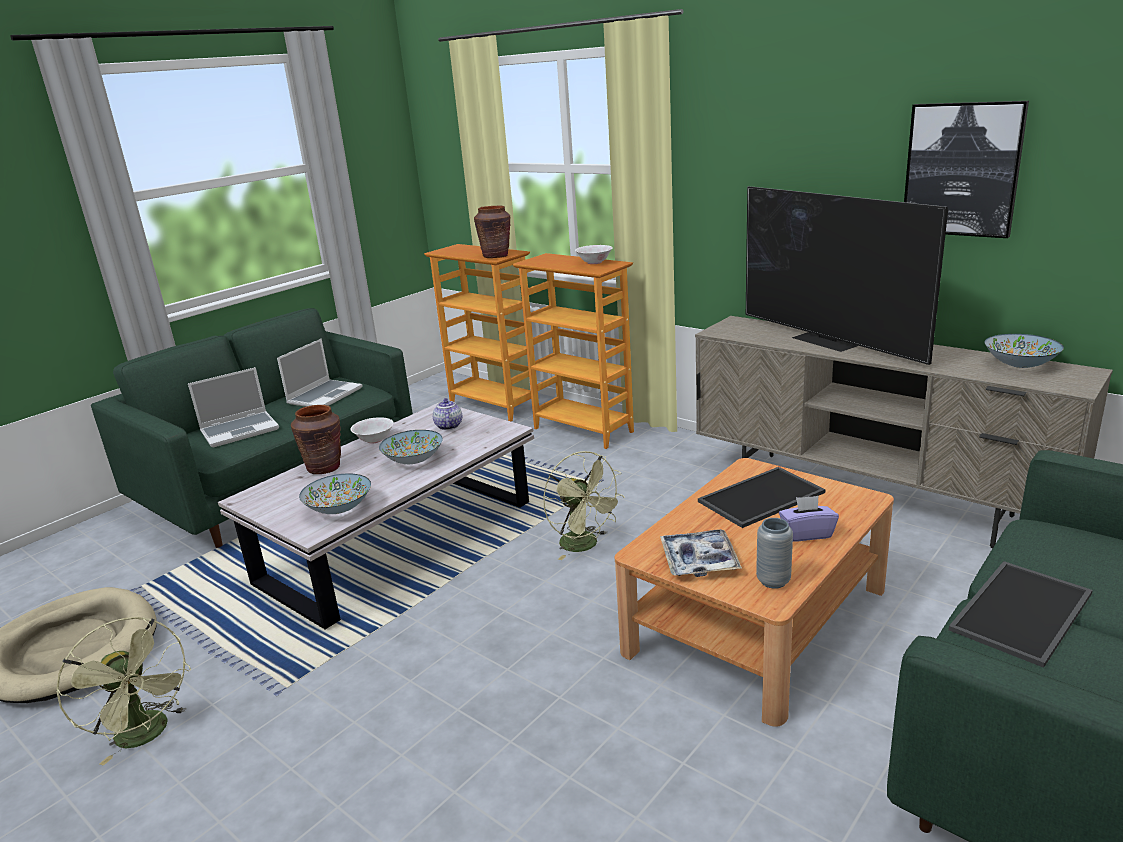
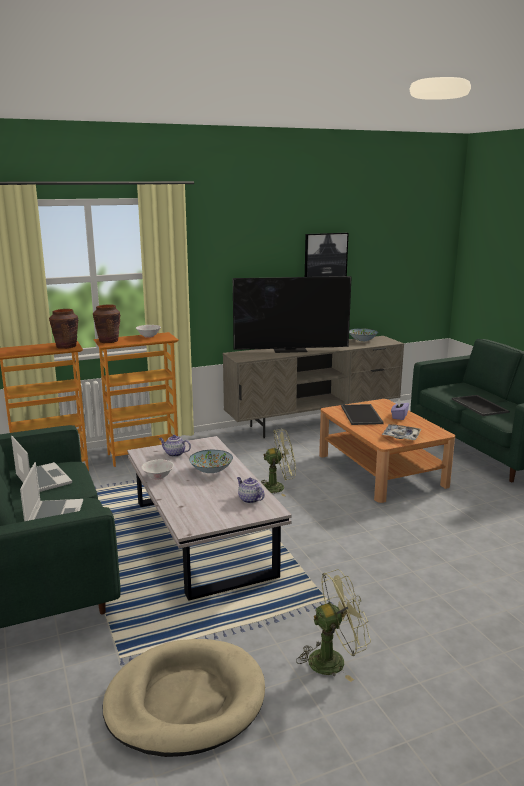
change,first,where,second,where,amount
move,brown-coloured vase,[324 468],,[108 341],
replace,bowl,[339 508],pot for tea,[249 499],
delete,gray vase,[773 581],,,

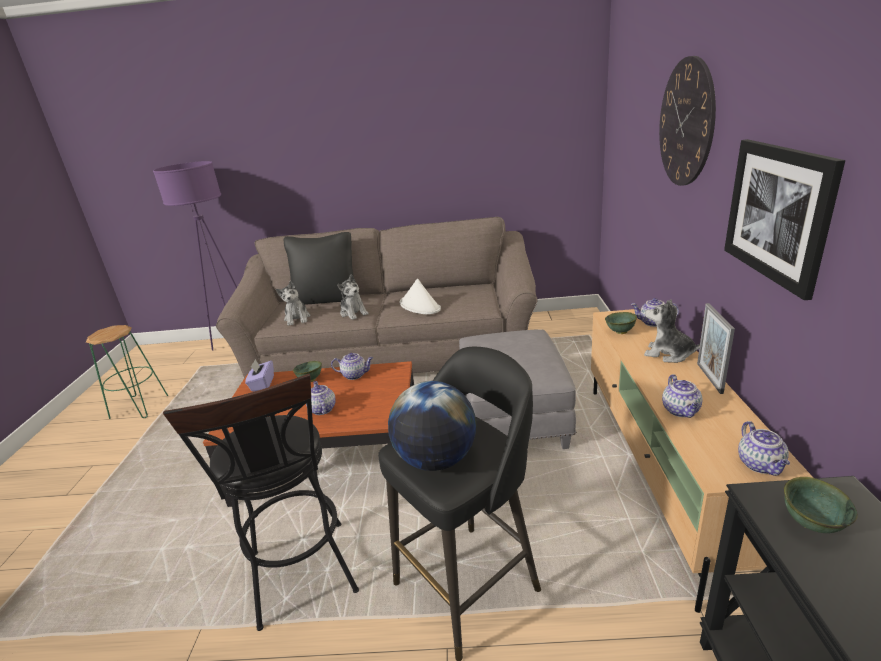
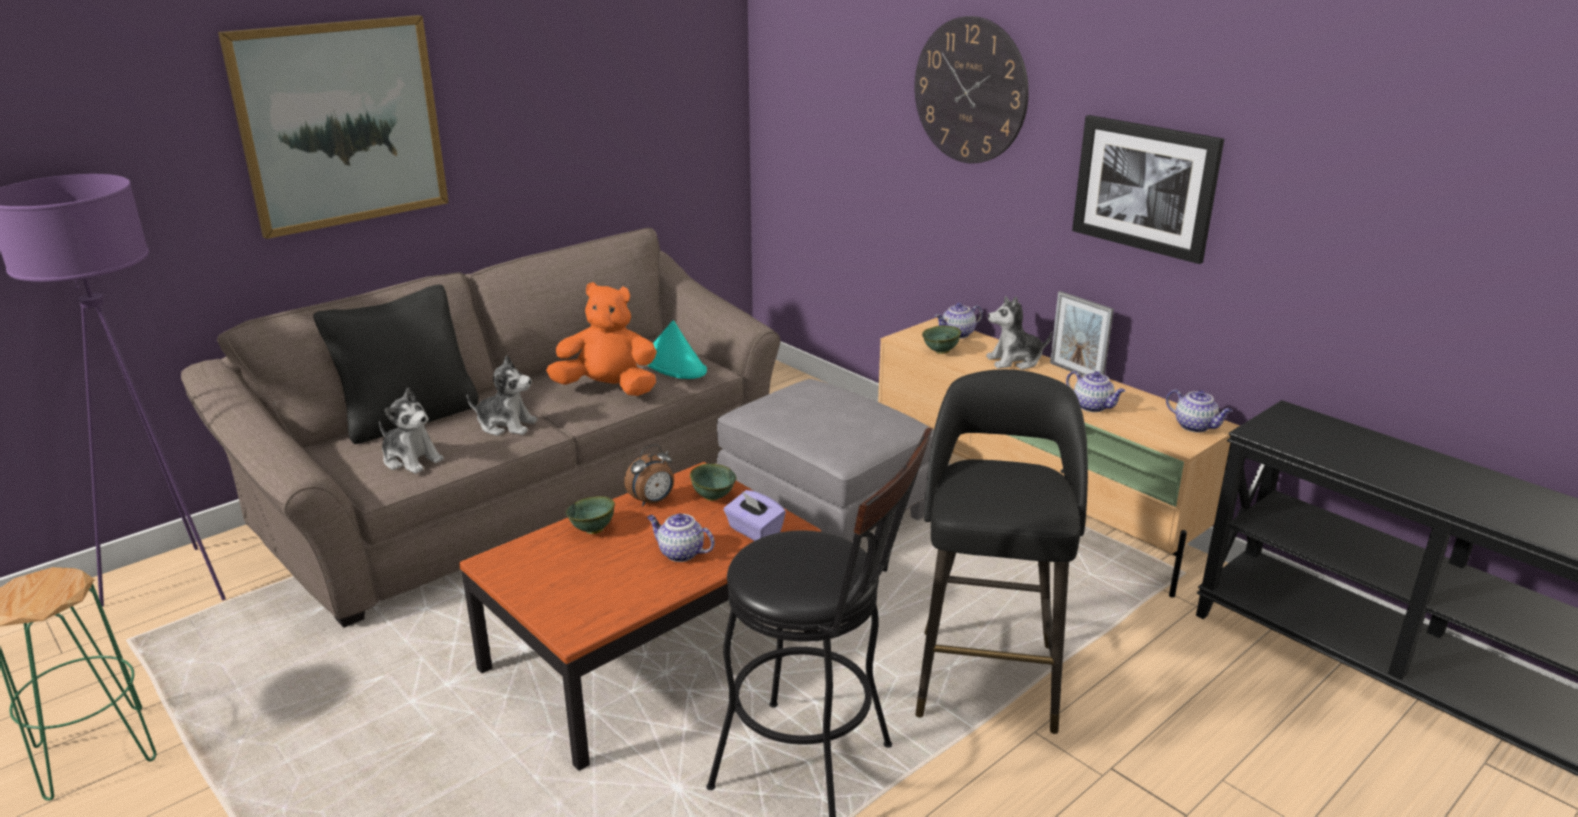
change,first,where,second,where,amount
move,purple-coloured tissue holder,[262 384],,[754 531],
replace,pot for tea,[355 375],table clock,[653 502],
delete,desk globe,[436 460],,,
replace,white clothing hat,[420 306],orange soft toy,[608 389],
move,green bowl,[811 523],,[713 497],
insert,,,picture,[341 124],
insert,,,blue-green clothing hat,[674 365],

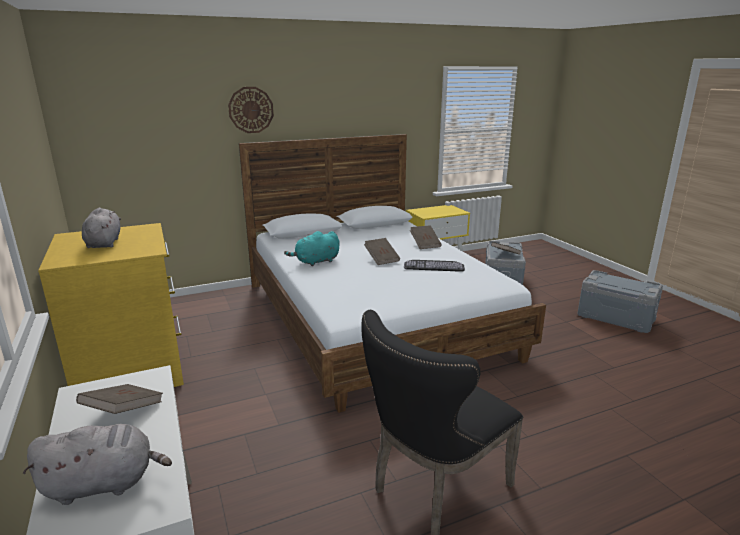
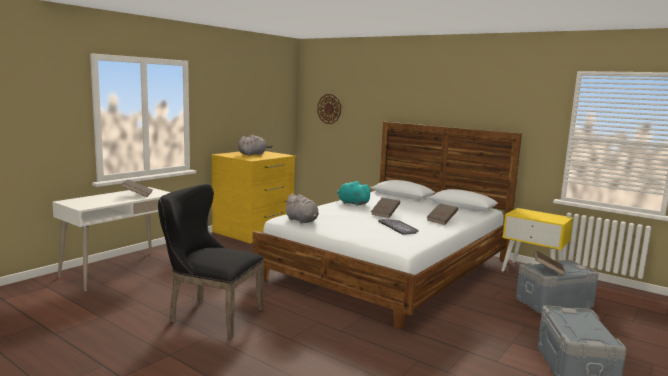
change,first,where,second,where,amount
move,gray soft toy,[104 484],,[302 221],
move,clock on the wall,[251 110],,[329 109],

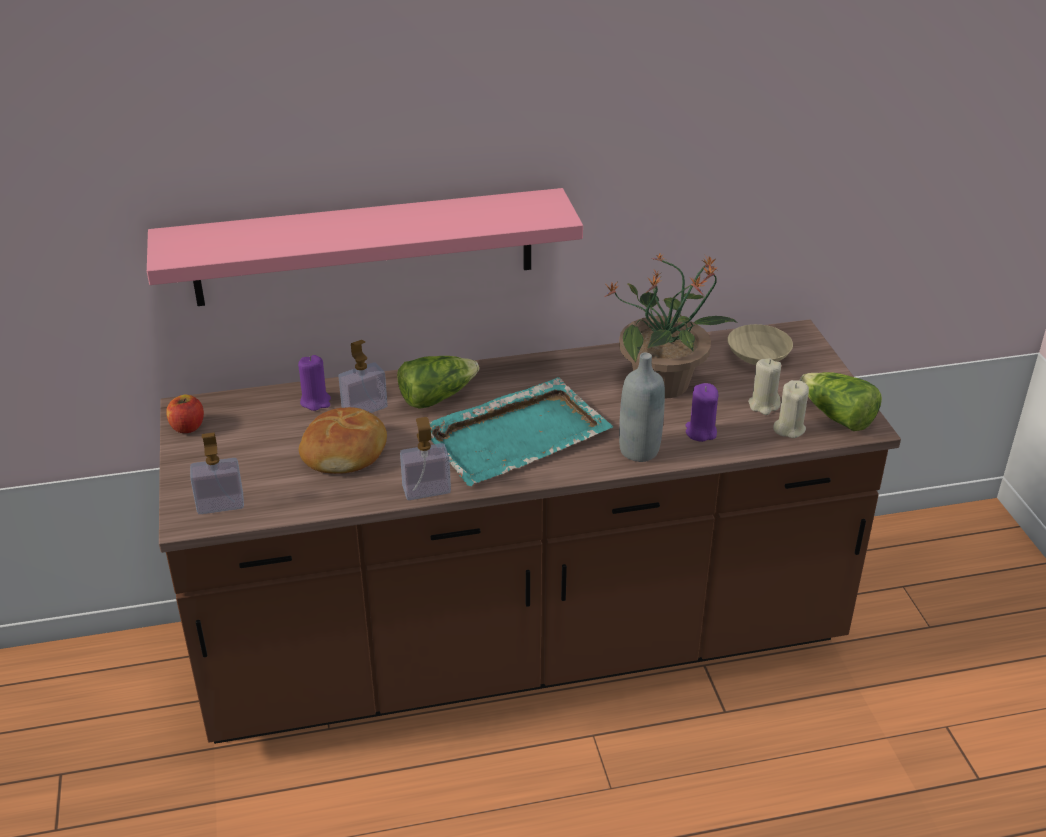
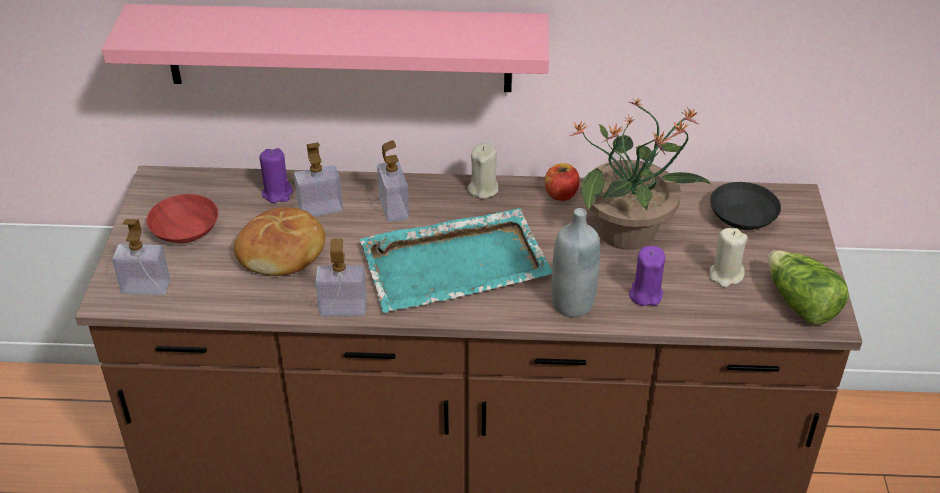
change,first,where,second,where,amount
move,apple fruit,[187 427],,[561 194],
replace,lettuce,[436 397],soap dispenser,[394 208],
recolor,beige bowl,[759 356],black bowl,[743 218],
move,beige wax candle,[789 428],,[483 189],
insert,,,red-coloured bowl,[187 230],

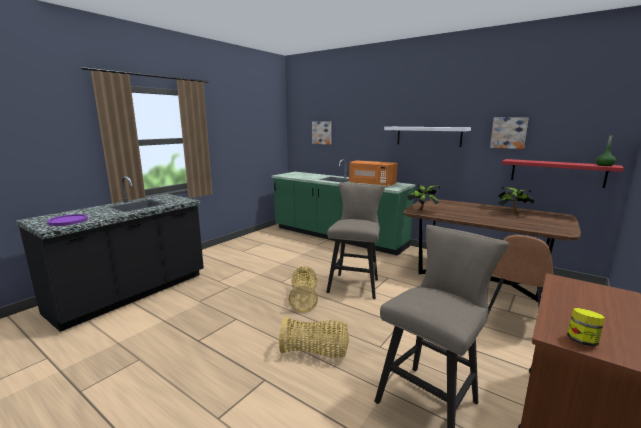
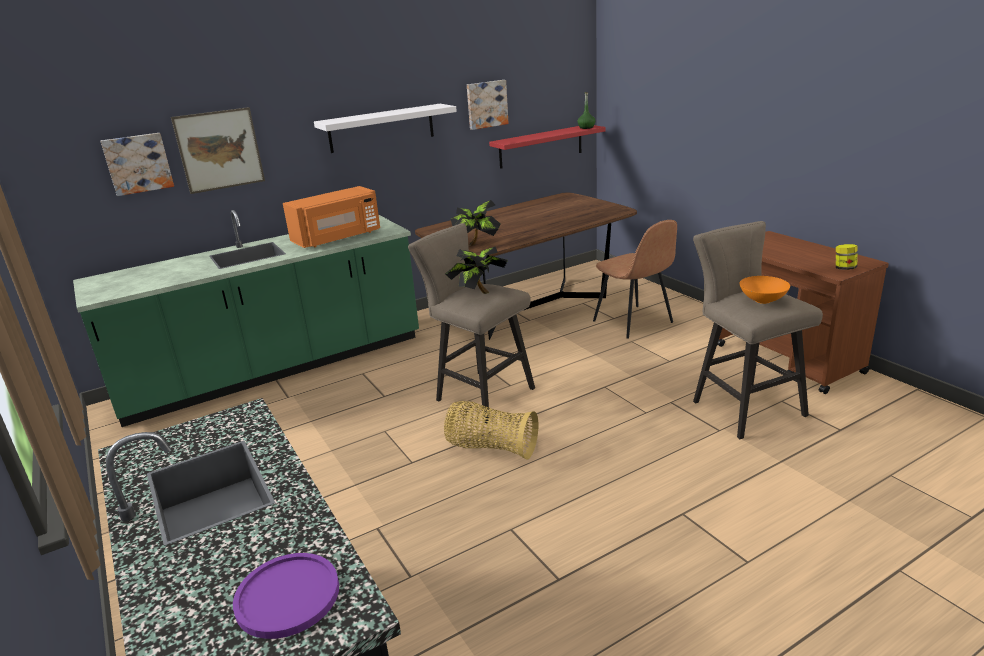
change,first,where,second,where,amount
delete,household basket,[315 352],,,
move,plant in a pot,[512 213],,[478 294],
insert,,,picture,[219 150],
insert,,,orange bowl,[762 300],

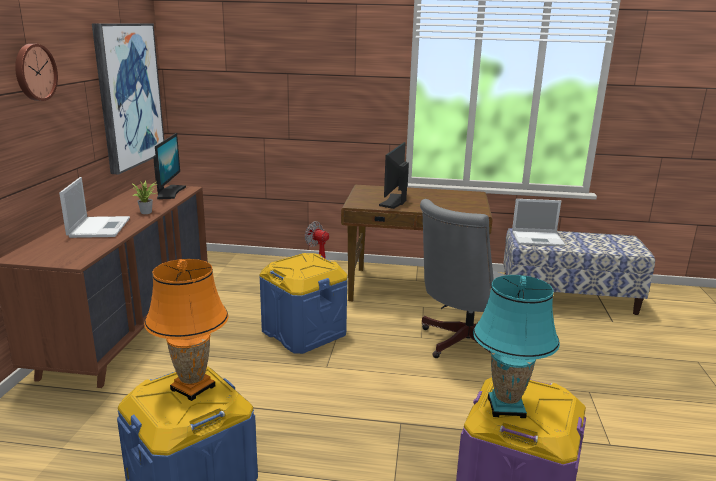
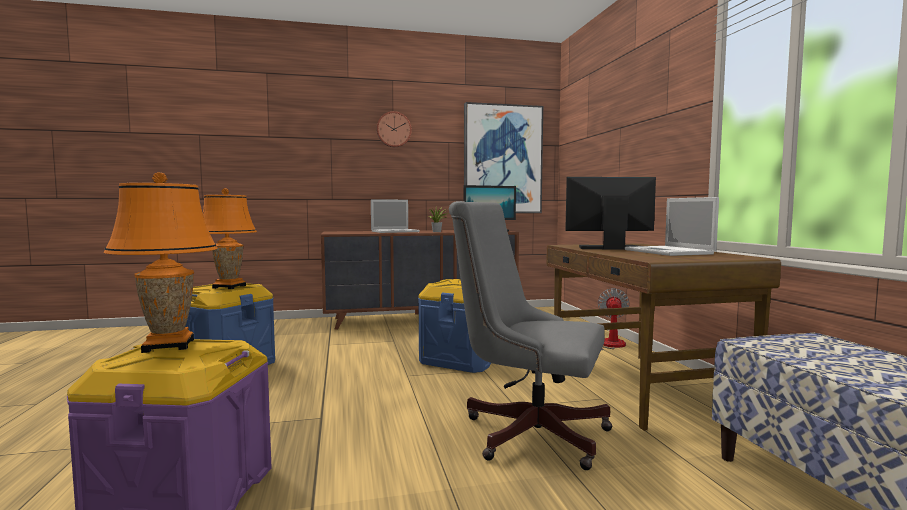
change,first,where,second,where,amount
recolor,blue-green lamp for a table,[506 407],orange lamp for a table,[169 345],
move,portable computer,[538 239],,[669 252],

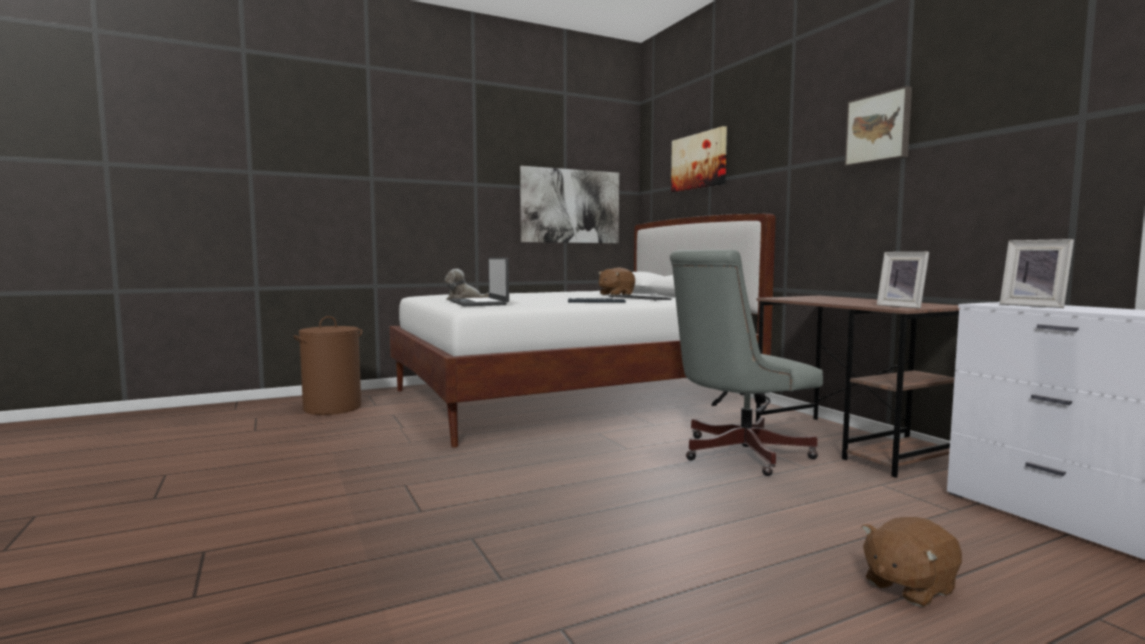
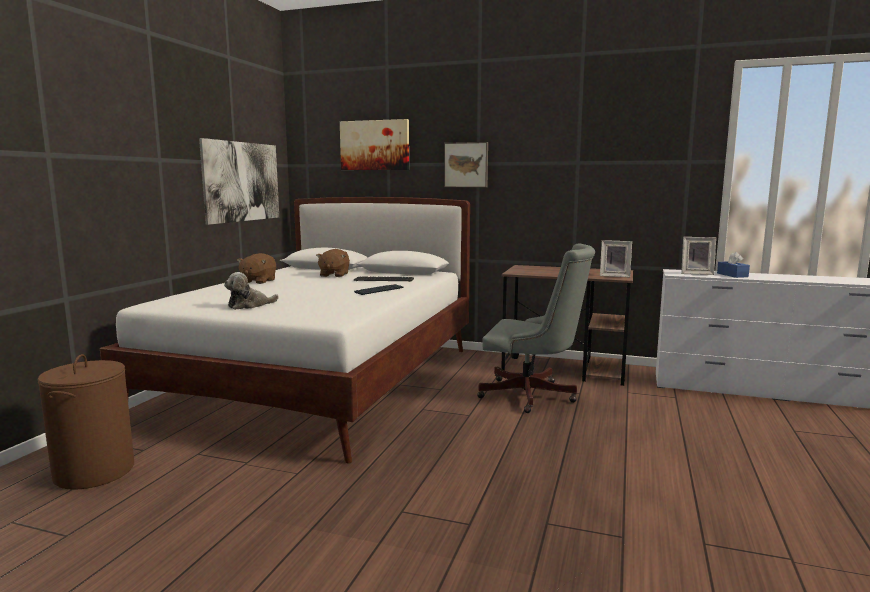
change,first,where,second,where,amount
delete,portable computer,[479 303],,,
rotate,gray office chair,[736 454],,[533 396],90 degrees counterclockwise
move,picture,[879 128],,[466 165],
move,brown-coloured soft toy,[908 586],,[258 281],
insert,,,bluish tissue holder,[732 275],

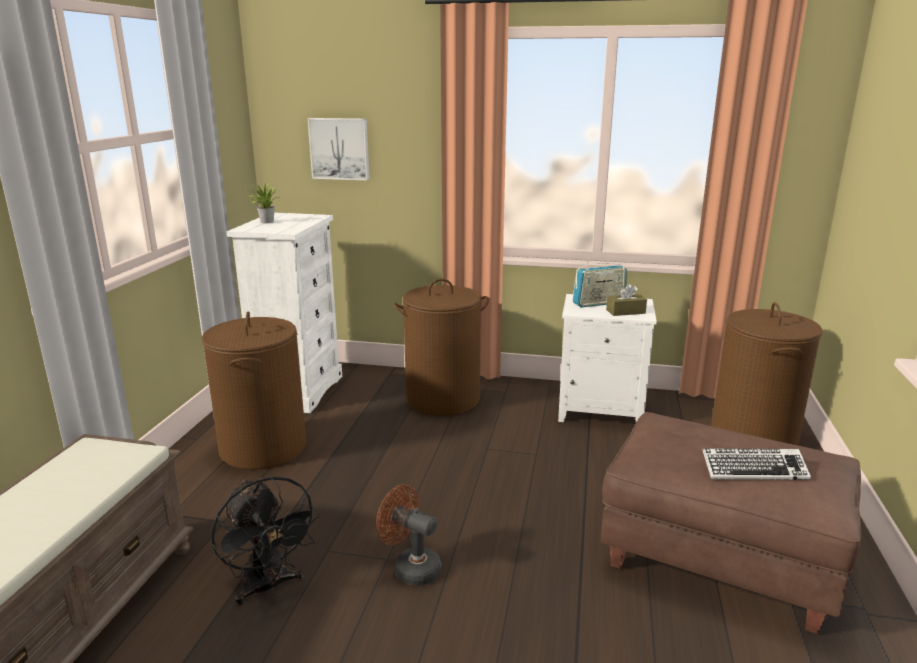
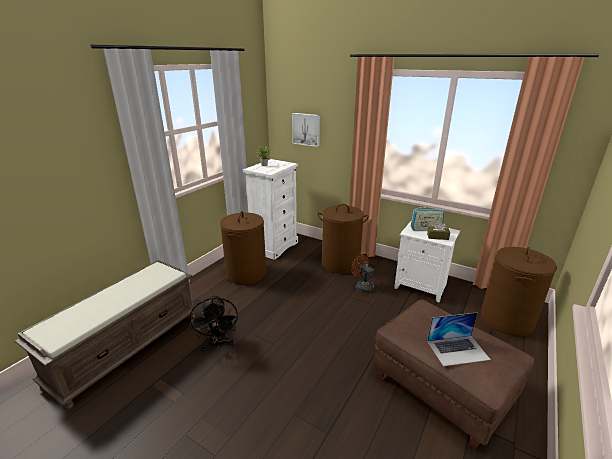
change,first,where,second,where,amount
move,brown-coloured cooling fan,[410 568],,[362 286],
replace,PC keyboard,[754 470],portable computer,[458 350],

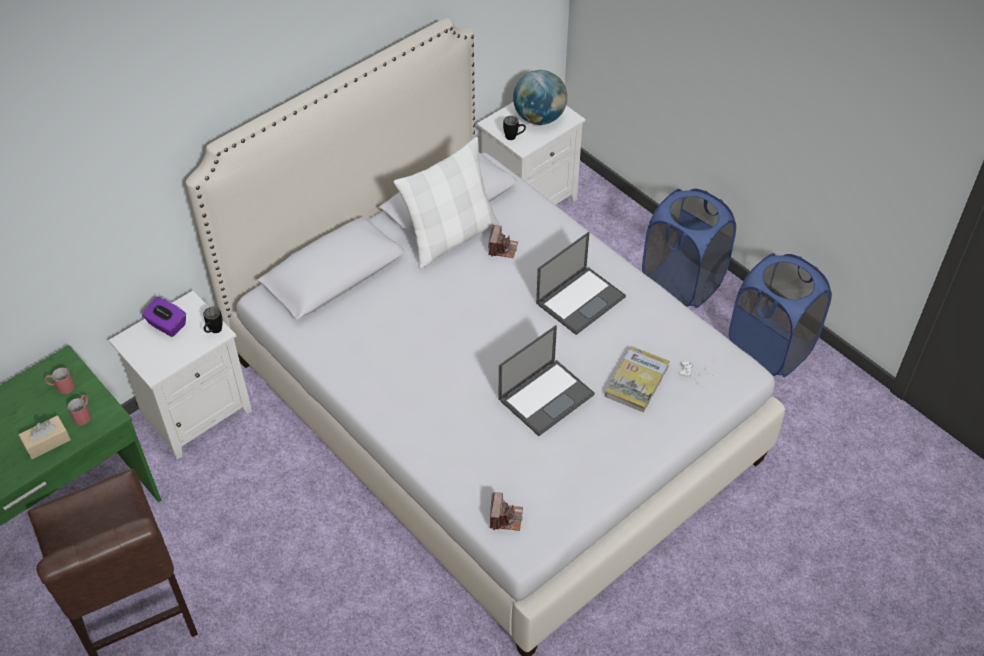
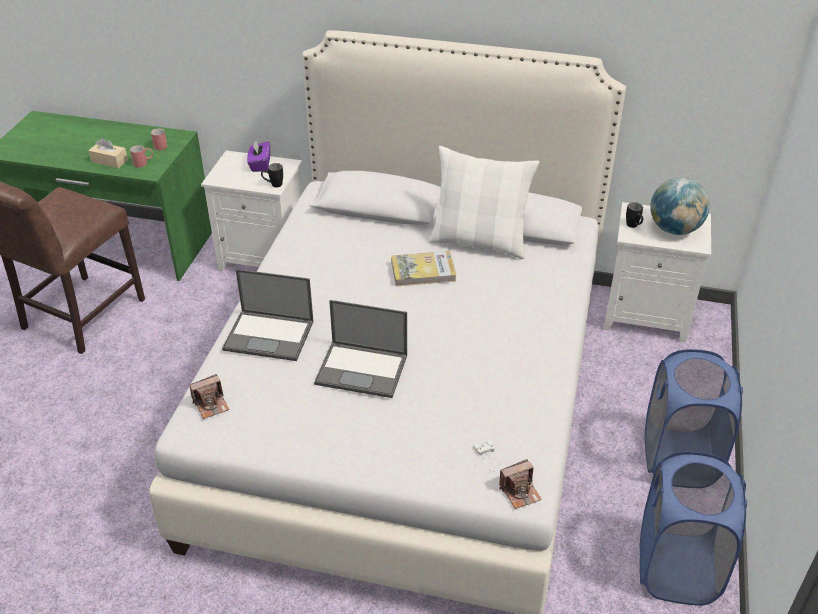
change,first,where,second,where,amount
move,photo camera,[502 248],,[520 492],
move,portable computer,[581 299],,[270 335],
move,volume,[637 381],,[423 271],

